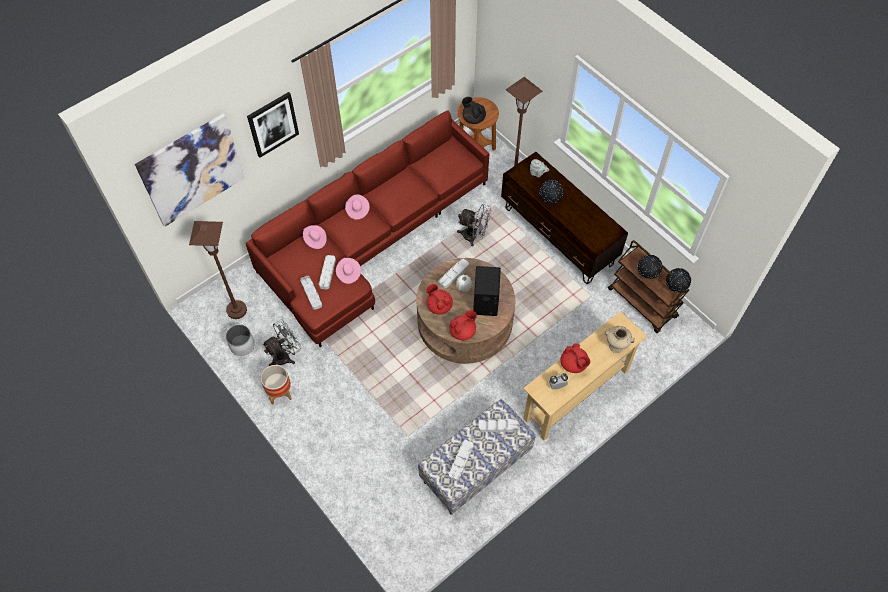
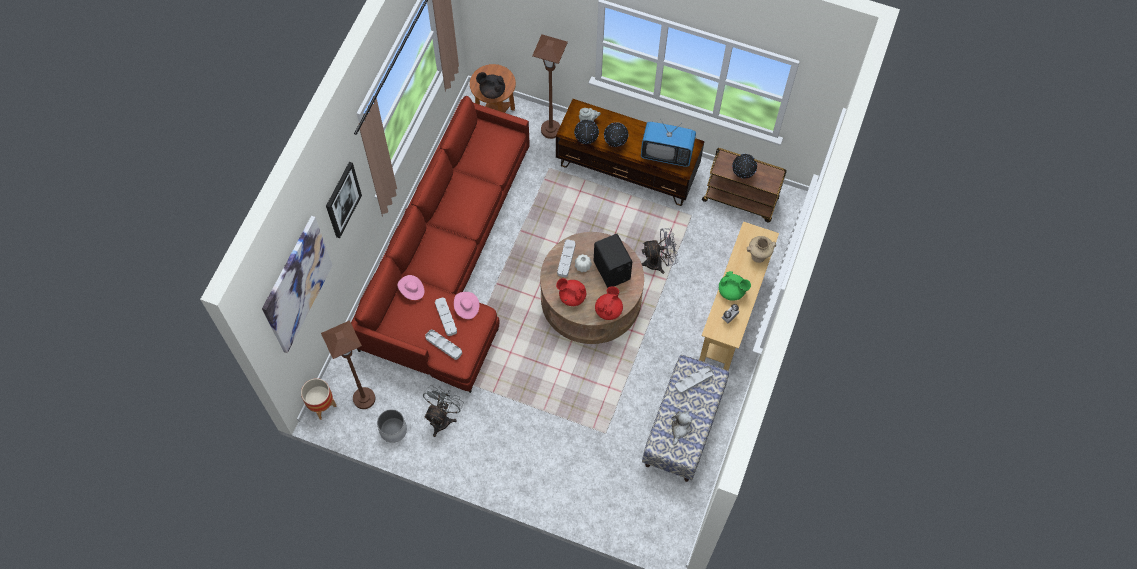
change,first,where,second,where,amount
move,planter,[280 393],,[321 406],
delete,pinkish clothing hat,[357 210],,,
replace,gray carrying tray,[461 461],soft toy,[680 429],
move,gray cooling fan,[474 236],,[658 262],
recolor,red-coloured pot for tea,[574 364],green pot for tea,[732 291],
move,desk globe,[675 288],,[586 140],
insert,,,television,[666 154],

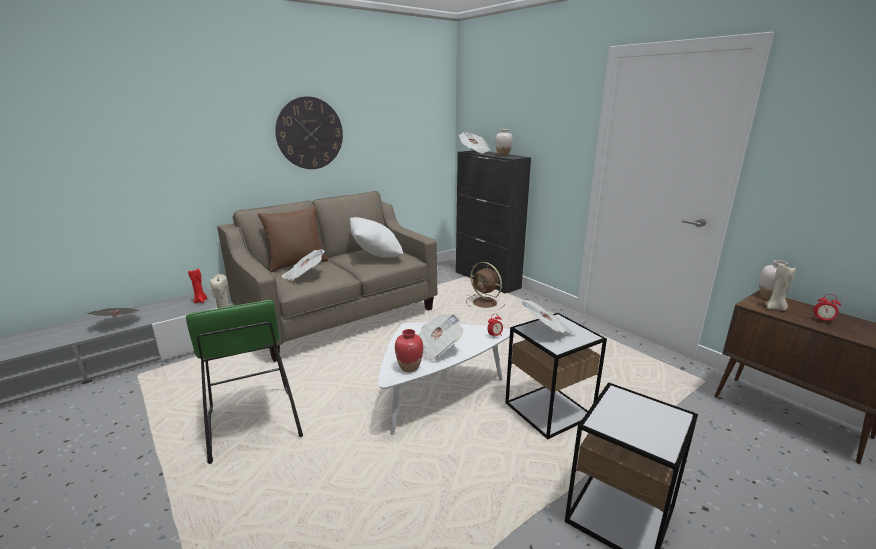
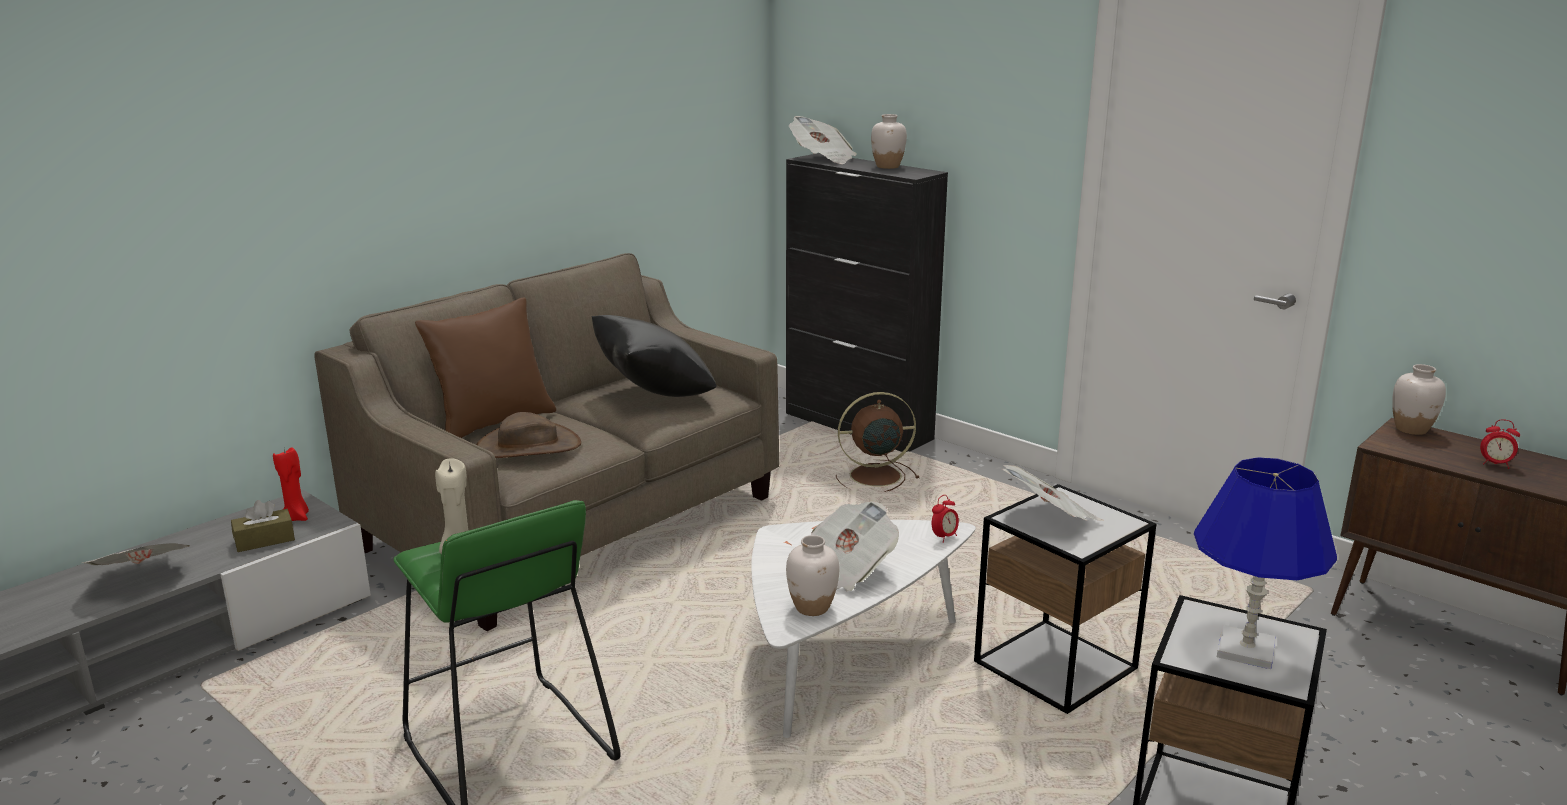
change,first,where,second,where,amount
delete,clock on the wall,[310 133],,,
replace,newspaper,[304 275],brown-coloured clothing hat,[528 447],
recolor,white pillow,[376 256],black pillow,[654 394],
recolor,red-coloured vase,[409 367],white vase,[812 607],
rotate,brown-coloured cooling fan,[485 303],,[873 476],135 degrees clockwise
delete,beige wax candle,[775 308],,,
insert,,,brown-coloured tissue holder,[264 540],
insert,,,bluish lamp for a table,[1245 650],

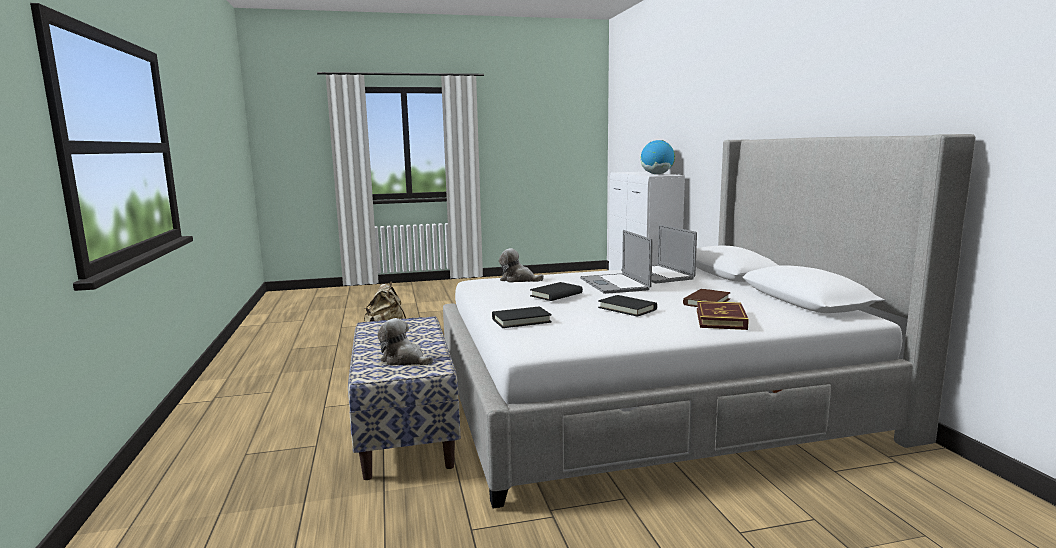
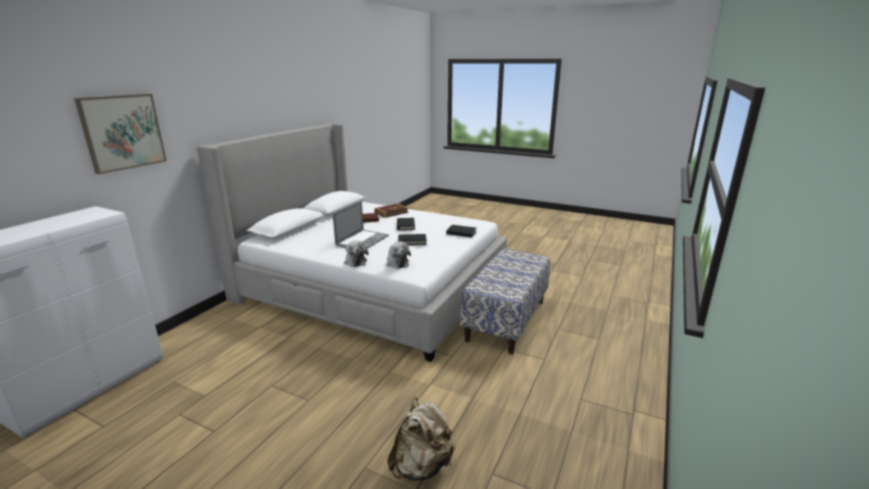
change,first,where,second,where,amount
move,soft toy,[404 360],,[355 261],
delete,portable computer,[657 275],,,
delete,desk globe,[657 174],,,
insert,,,picture,[123 132],

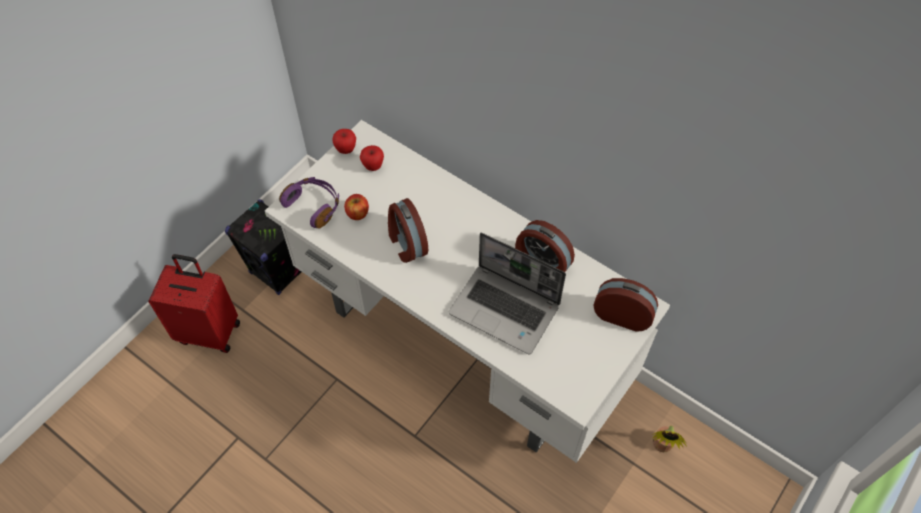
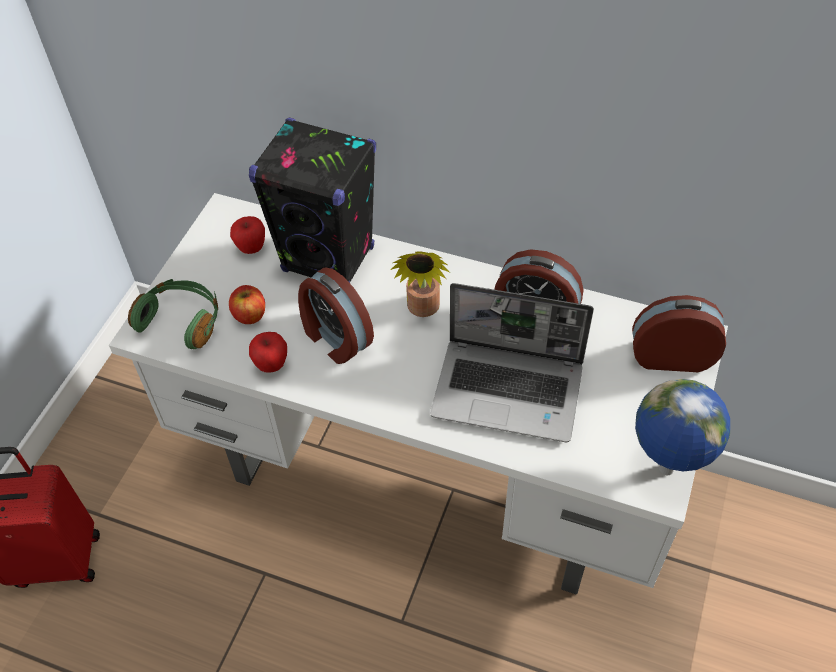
change,first,where,second,where,amount
move,black audio speaker,[277 272],,[329 259],
recolor,purple-coloured headset,[314 206],green headset,[182 320],
move,apple fruit,[346 149],,[271 365],
move,plant in a pot,[661 446],,[423 310],
insert,,,desk globe,[665 470],

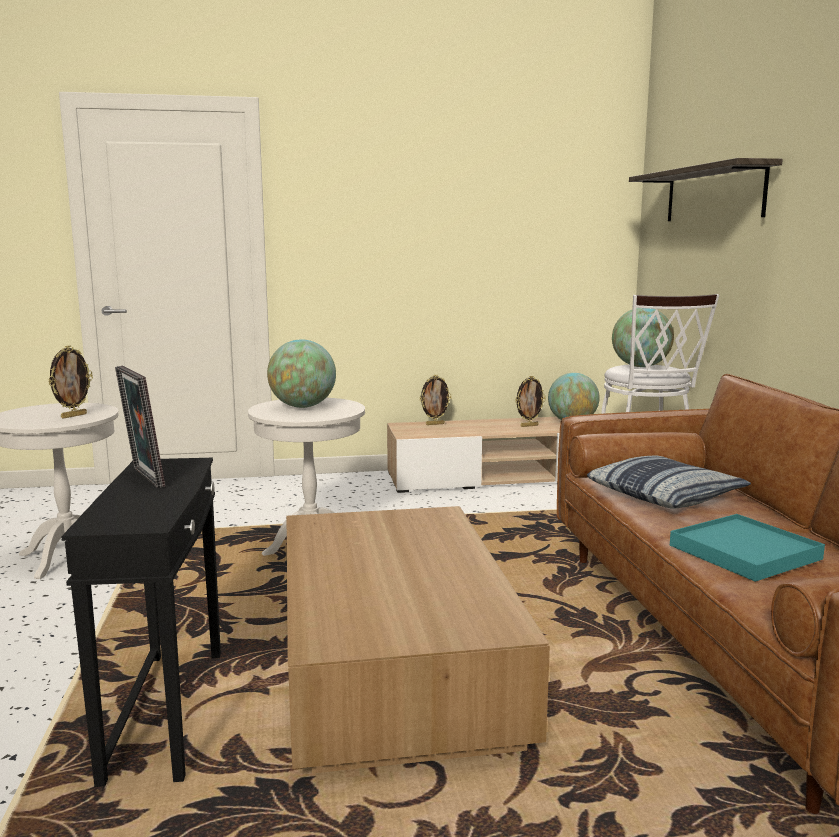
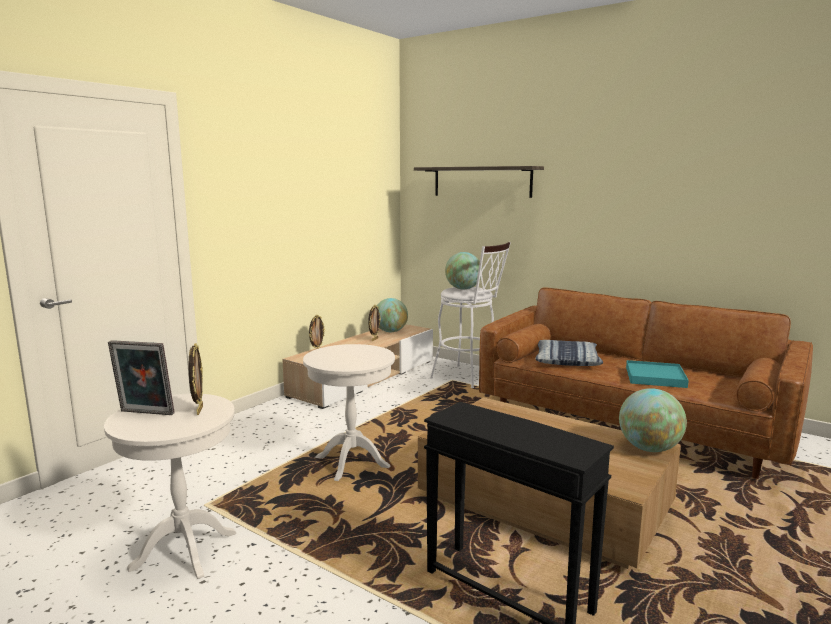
change,first,where,second,where,amount
move,standing frame,[143 478],,[145 413],
move,desk globe,[302 406],,[649 448],

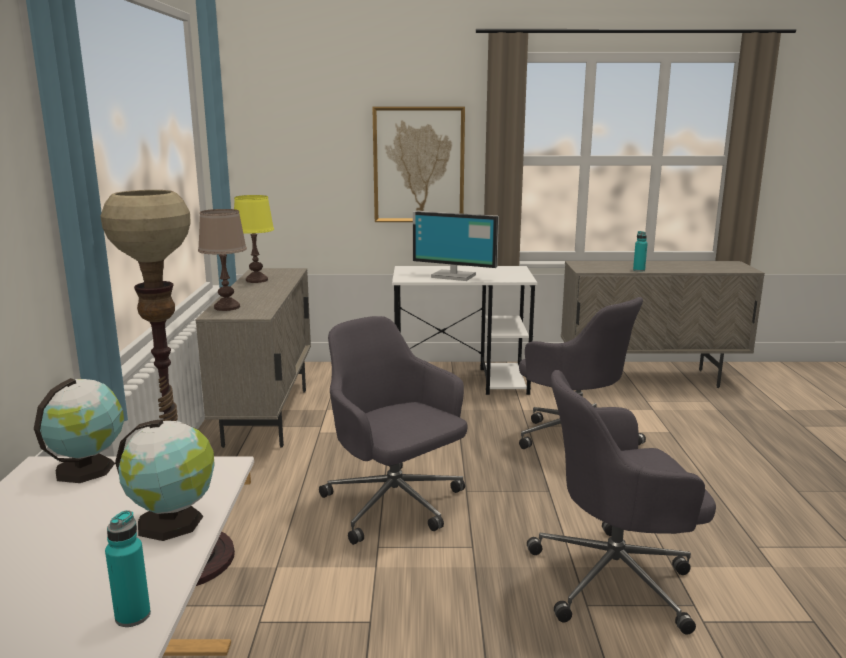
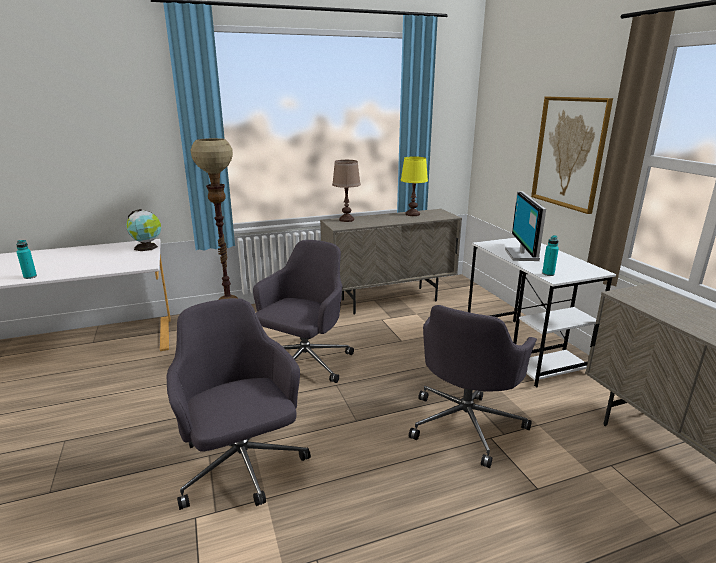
change,first,where,second,where,amount
delete,desk globe,[173 522],,,
move,blue-green drink bottle,[639 270],,[548 274],

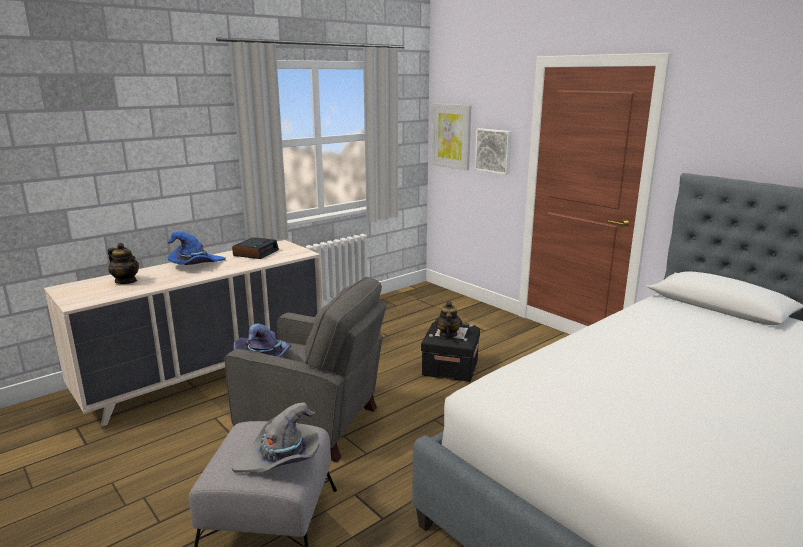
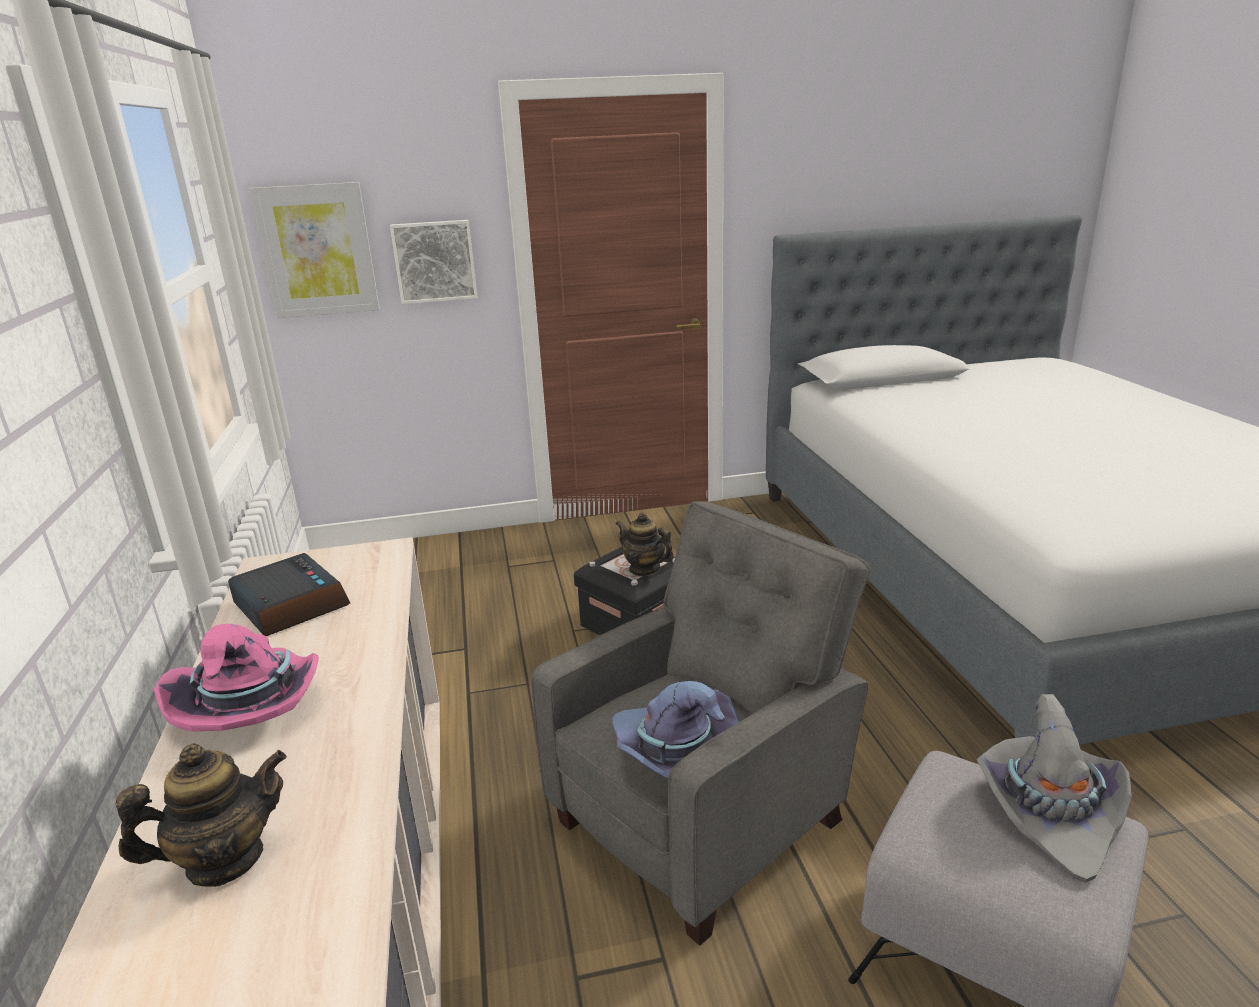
change,first,where,second,where,amount
recolor,bluish clothing hat,[195 265],pinkish clothing hat,[252 705],

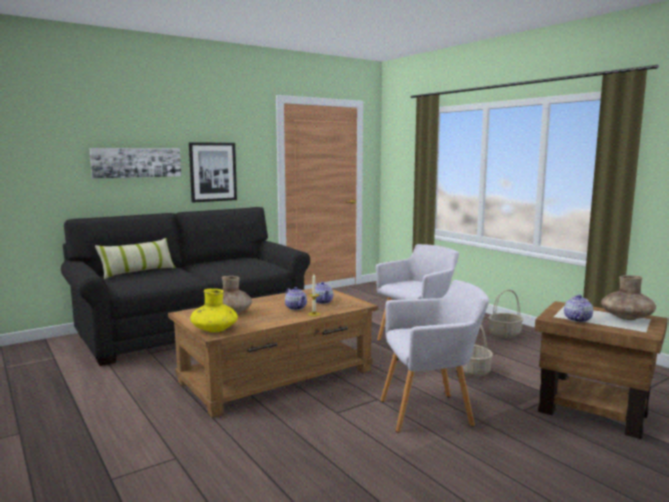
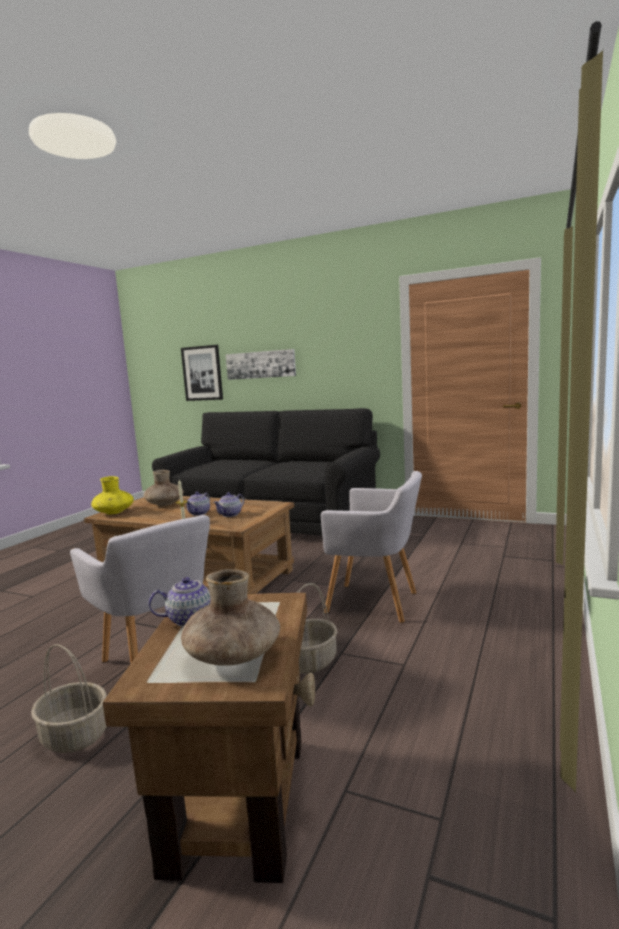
change,first,where,second,where,amount
delete,pillow,[138 272],,,
move,picture,[213 172],,[202 373],
move,household basket,[504 334],,[74 736],

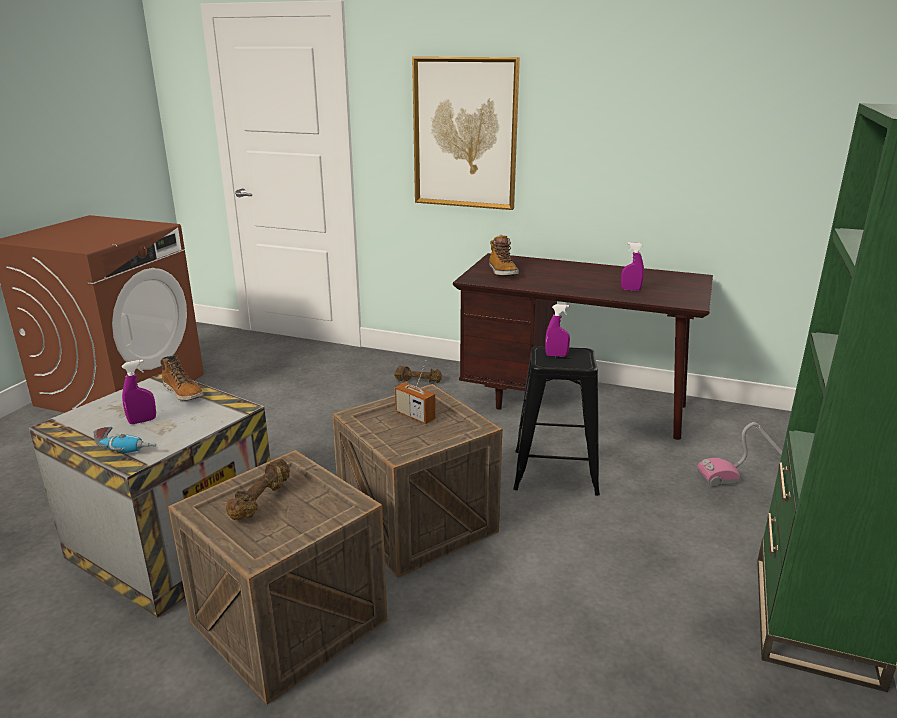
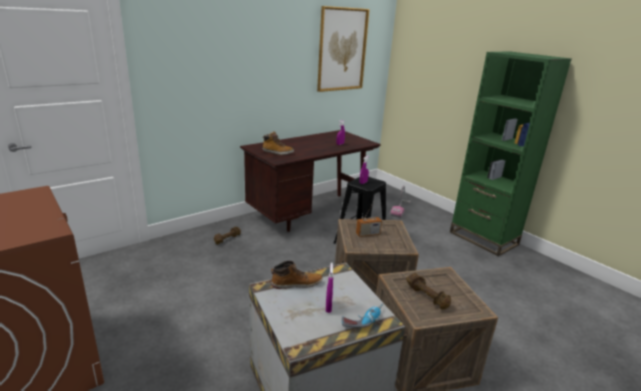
change,first,where,second,where,amount
move,picture,[465 134],,[342 49],

